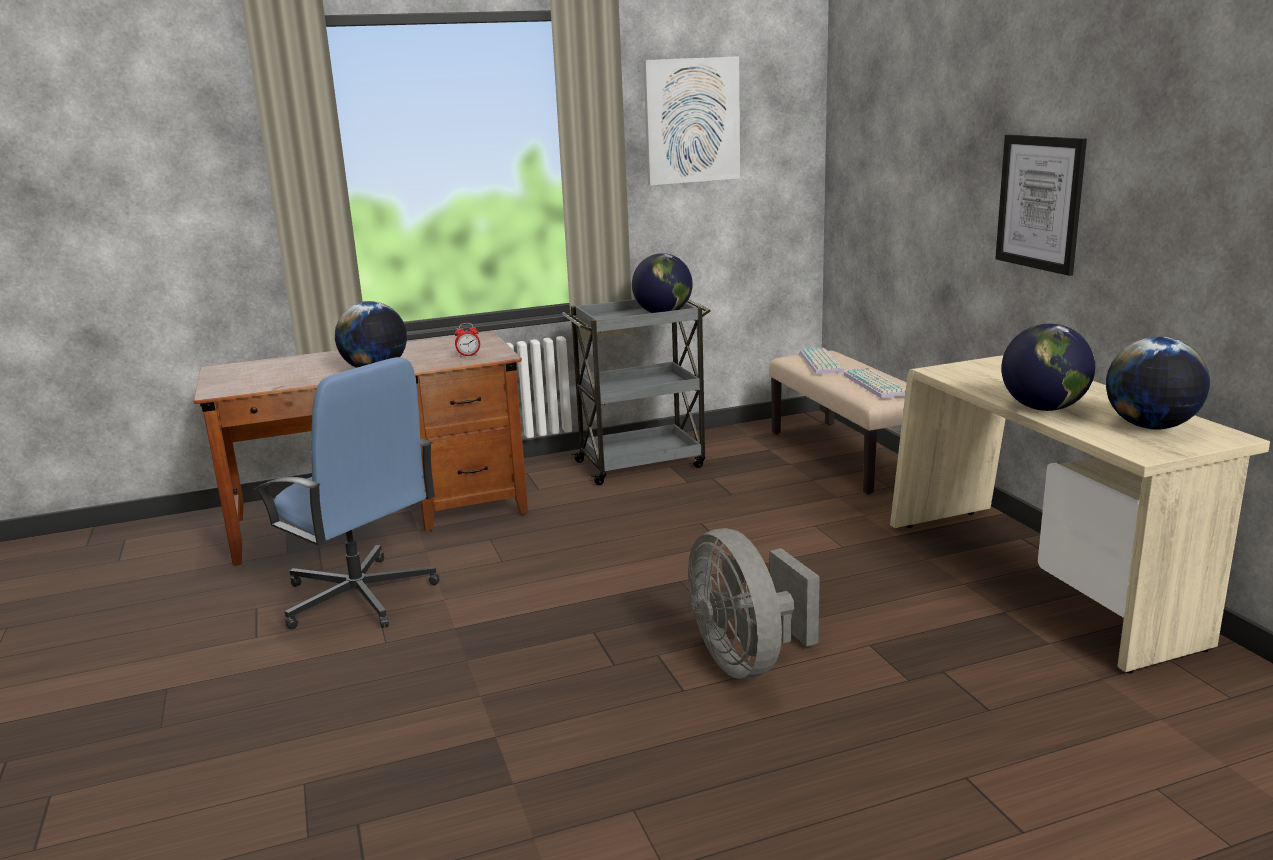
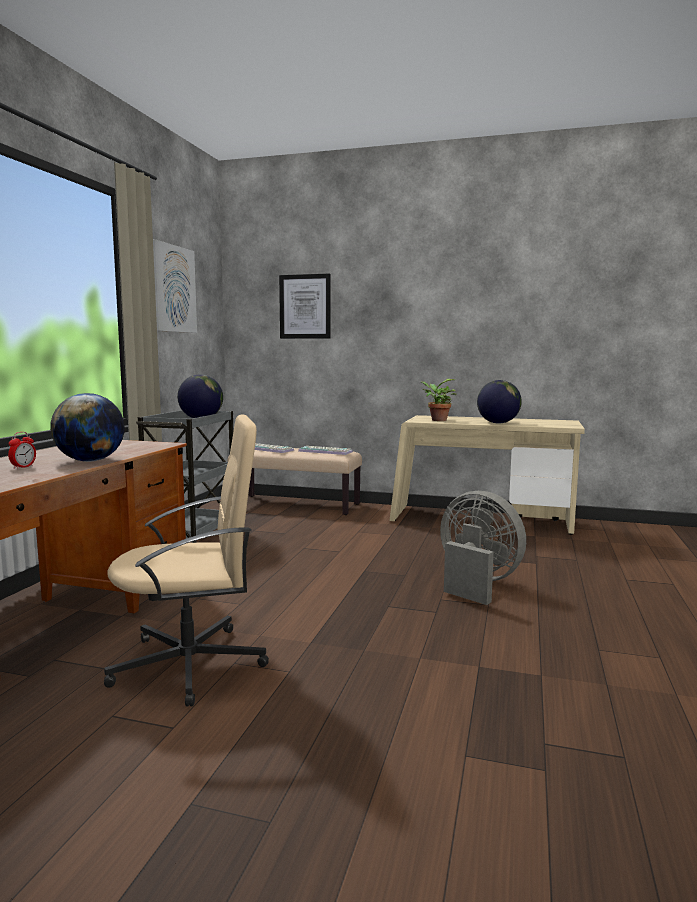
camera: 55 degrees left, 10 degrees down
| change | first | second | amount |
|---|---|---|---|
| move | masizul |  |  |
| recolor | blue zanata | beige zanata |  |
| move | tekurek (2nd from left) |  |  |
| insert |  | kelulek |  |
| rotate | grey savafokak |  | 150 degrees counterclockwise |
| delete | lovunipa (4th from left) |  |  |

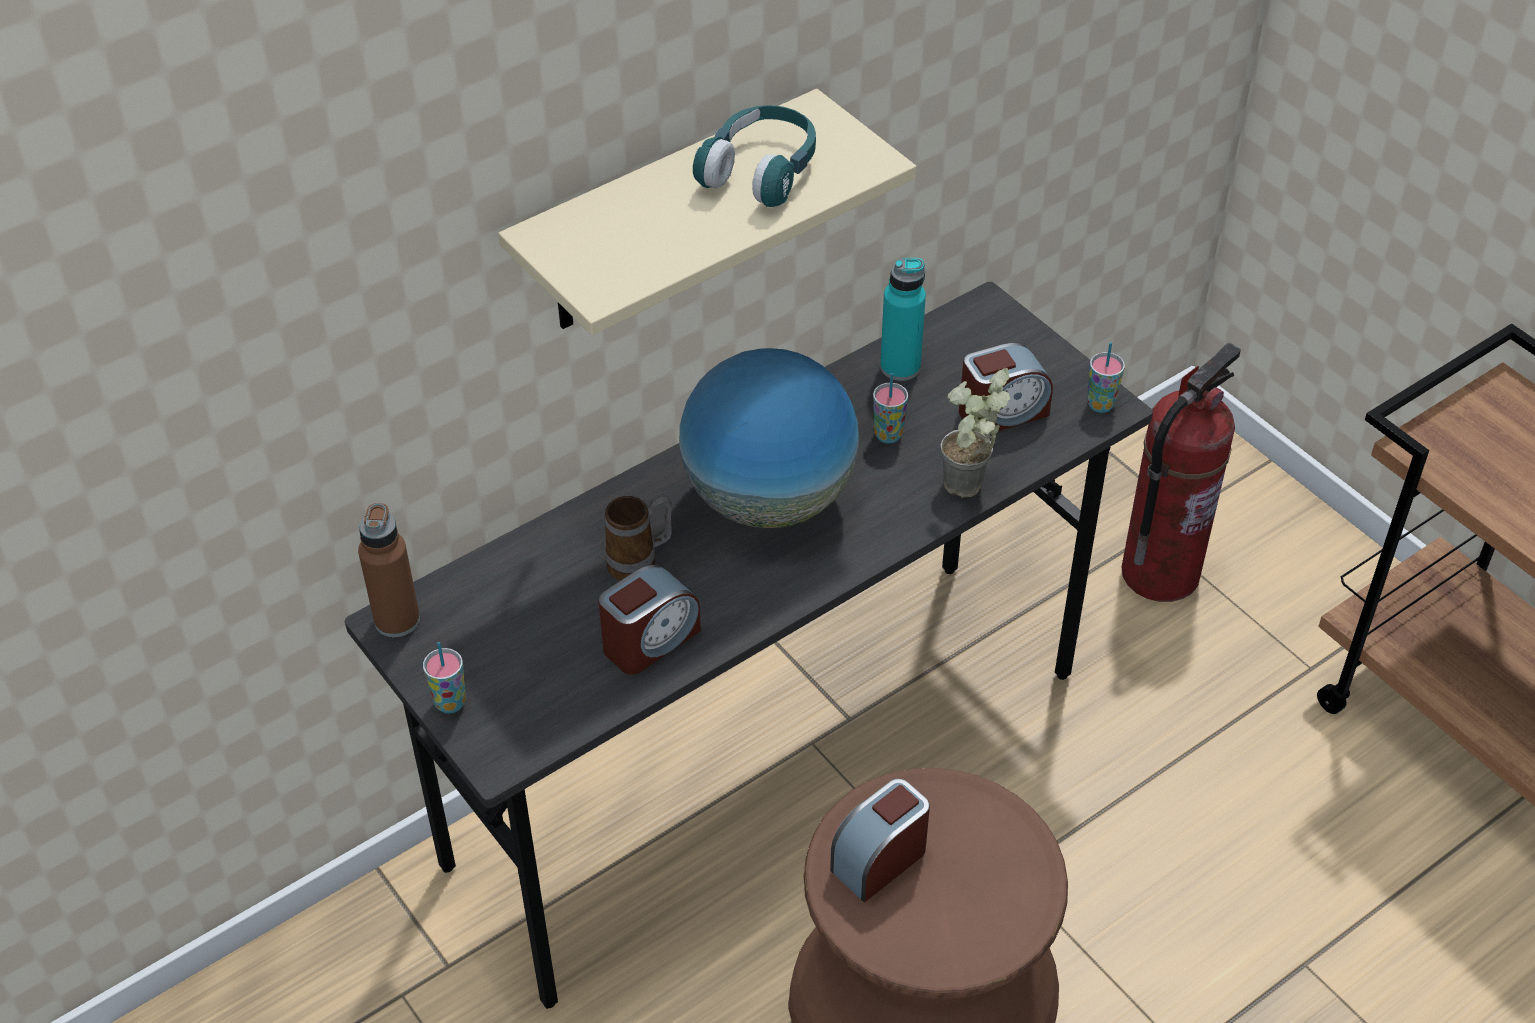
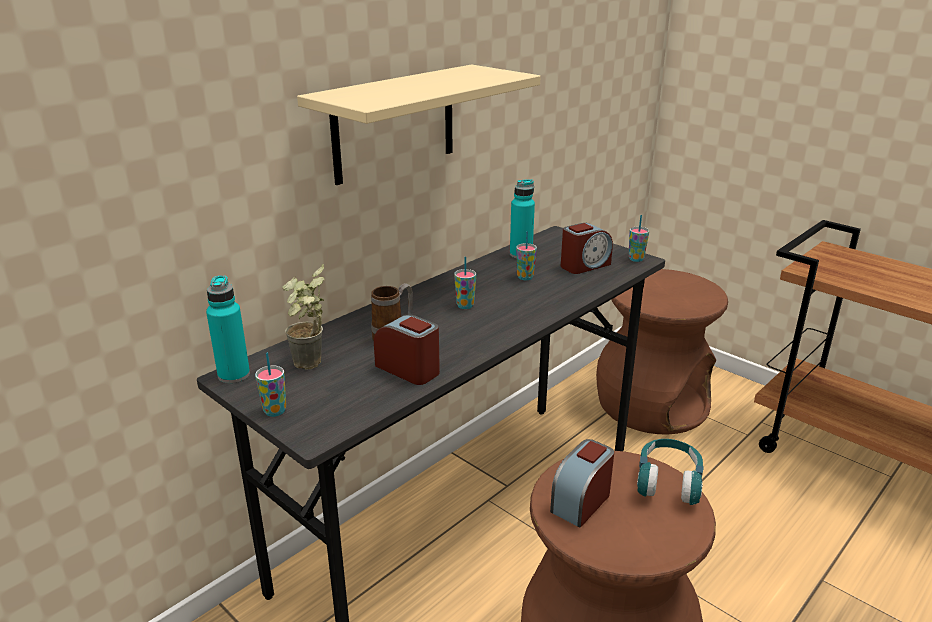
camera: 10 degrees left, 20 degrees down
| change | first | second | amount |
|---|---|---|---|
| recolor | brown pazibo | turquoise pazibo (1st from left) |  |
| move | kelulek |  |  |
| rotate | masizul (1st from left) |  | 90 degrees counterclockwise |
| replace | lovunipa | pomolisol (2nd from left) |  |
| replace | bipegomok | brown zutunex (2nd from left) |  |
| move | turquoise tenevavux |  |  |

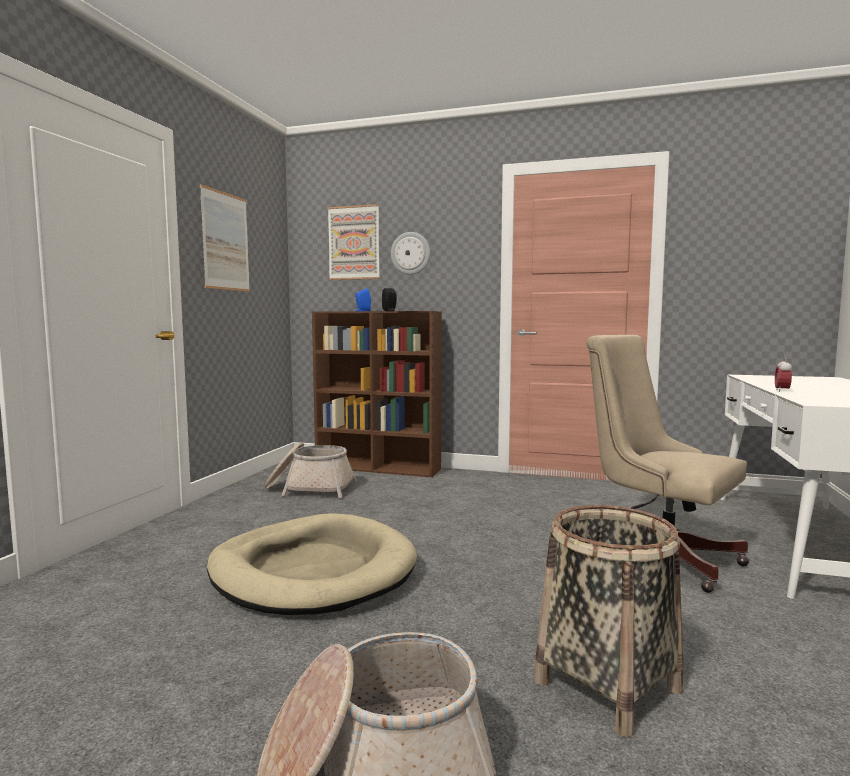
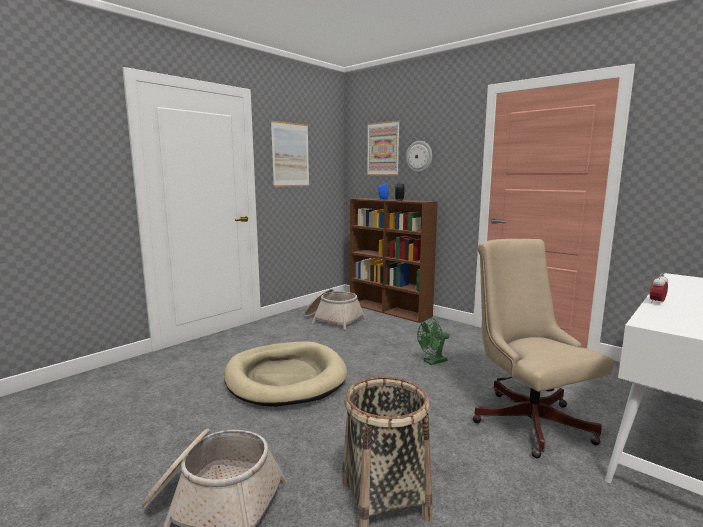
camera: 25 degrees right, 5 degrees up
| change | first | second | amount |
|---|---|---|---|
| insert |  | green savafokak |  |

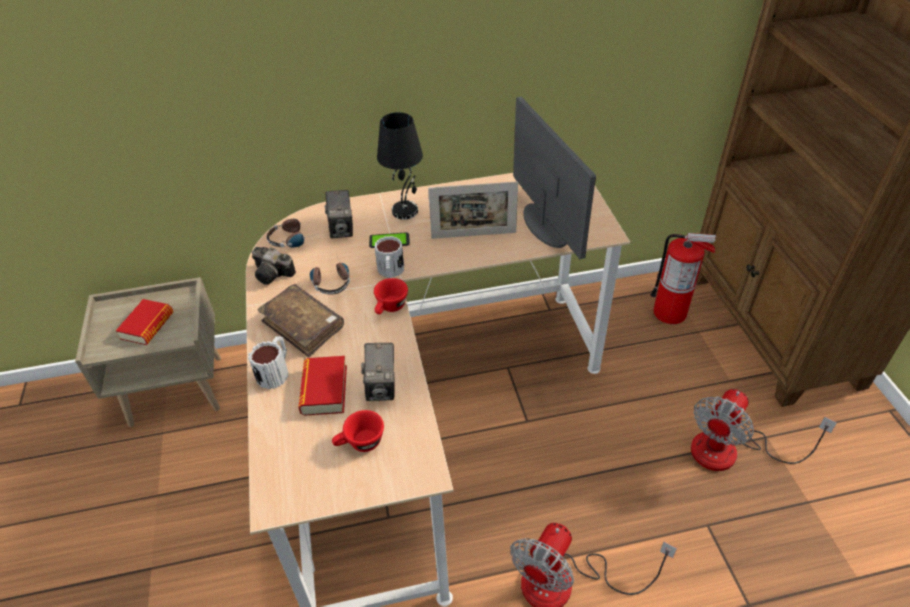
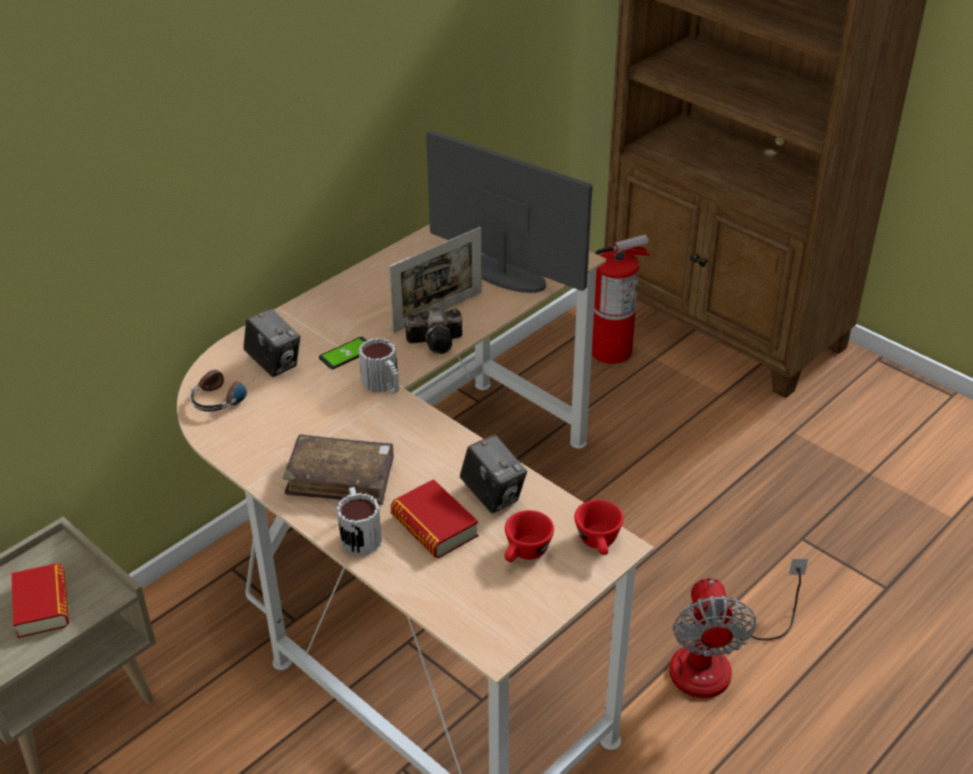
camera: 35 degrees left, 5 degrees down
| change | first | second | amount |
|---|---|---|---|
| move | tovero (1st from left in the first image) | tovero (2nd from left) |  |
| move | red pomolisol (2nd from left) |  |  |
| delete | tenevavux (2nd from left) |  |  |
| delete | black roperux |  |  |
| delete | savafokak (2nd from left) |  |  |

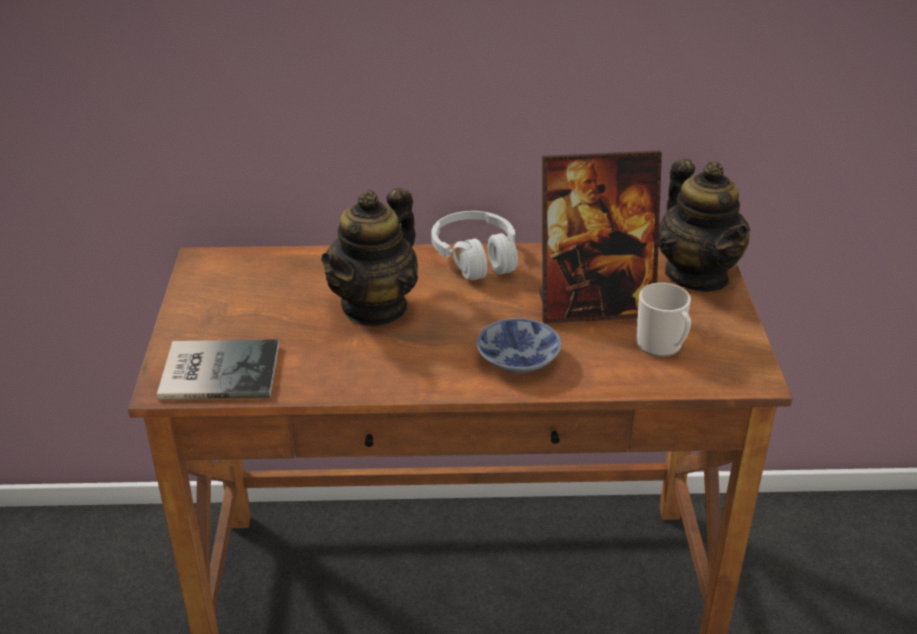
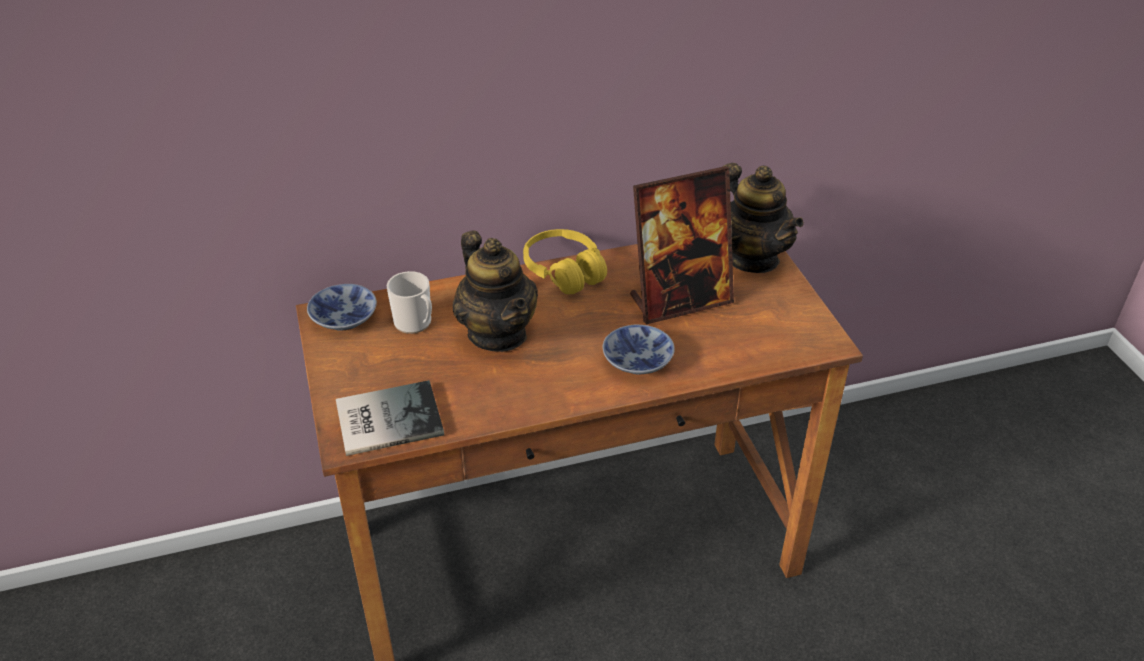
camera: 15 degrees left, 5 degrees up
| change | first | second | amount |
|---|---|---|---|
| insert |  | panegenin (1st from left) |  |
| move | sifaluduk |  |  |
| rotate | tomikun (1st from left) |  | 45 degrees counterclockwise |
| recolor | white tenevavux | yellow tenevavux |  |

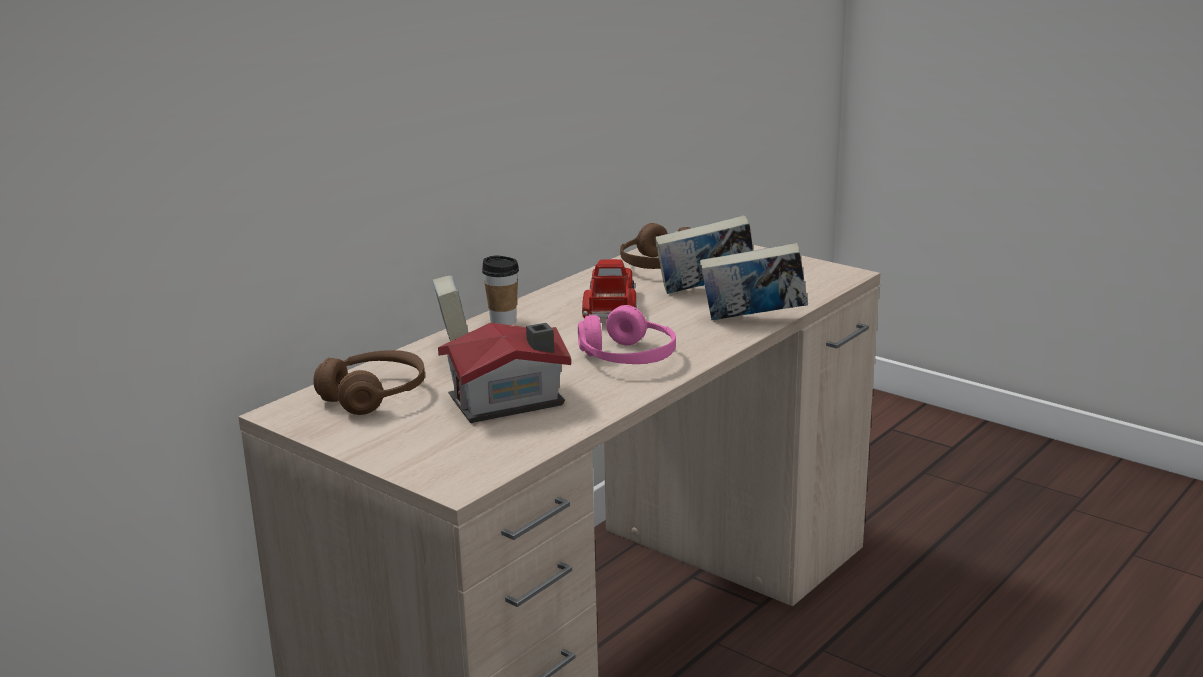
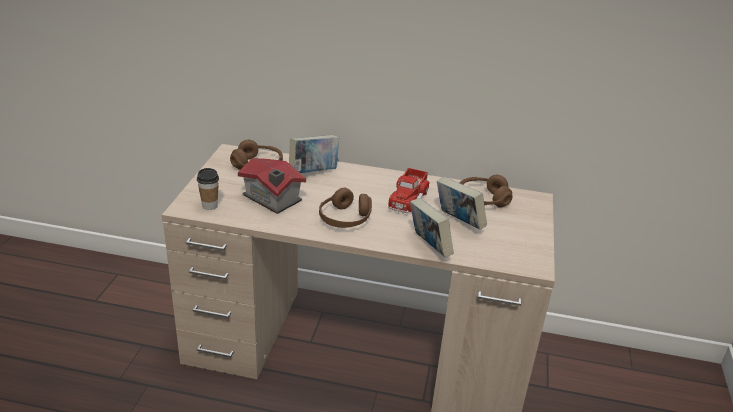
camera: 60 degrees right, 10 degrees up
| change | first | second | amount |
|---|---|---|---|
| move | pomolisol |  |  |
| recolor | pink tenevavux | brown tenevavux (2nd from left) |  |
| rotate | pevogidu |  | 135 degrees clockwise |

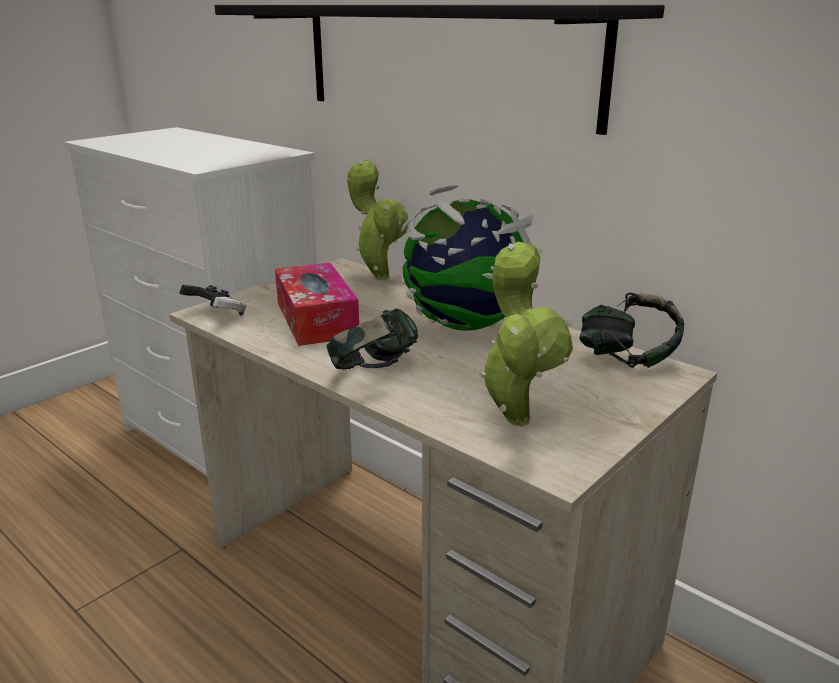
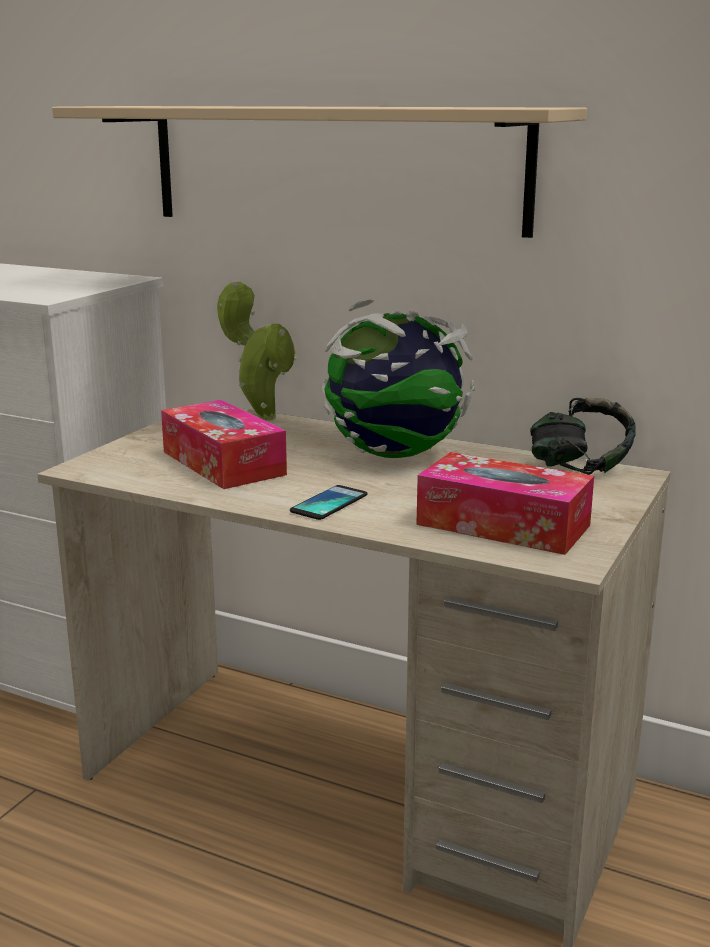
camera: 15 degrees left, 5 degrees down
| change | first | second | amount |
|---|---|---|---|
| recolor | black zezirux | beige zezirux |  |
| replace | tenevavux (1st from left) | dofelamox |  |
| replace | kelulek (2nd from left) | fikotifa (2nd from left) |  |
| delete | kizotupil |  |  |

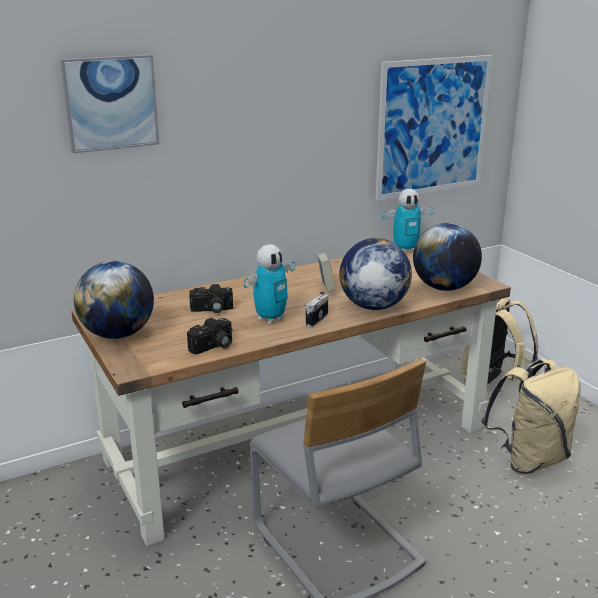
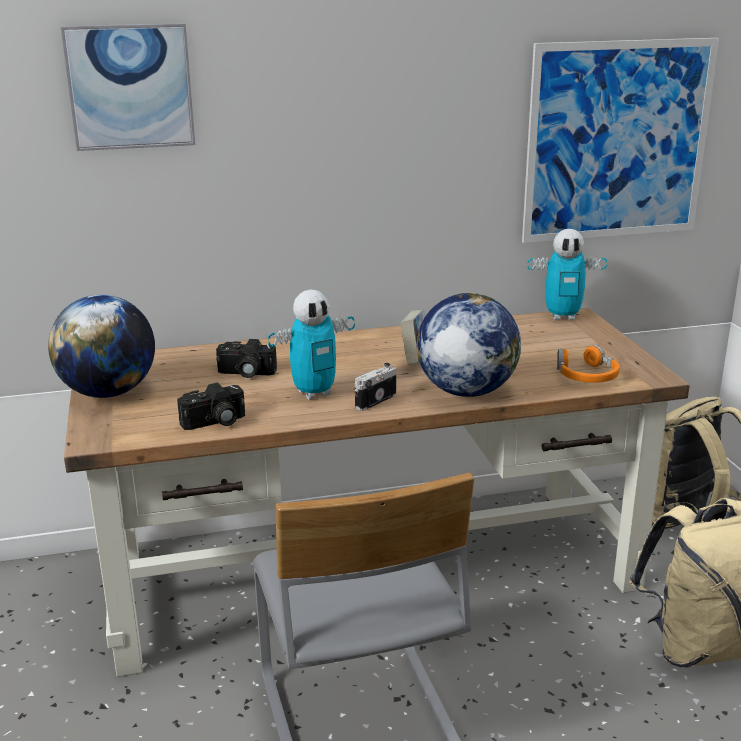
camera: 15 degrees right, 0 degrees up
| change | first | second | amount |
|---|---|---|---|
| replace | lovunipa (3rd from left) | orange tenevavux |  |

